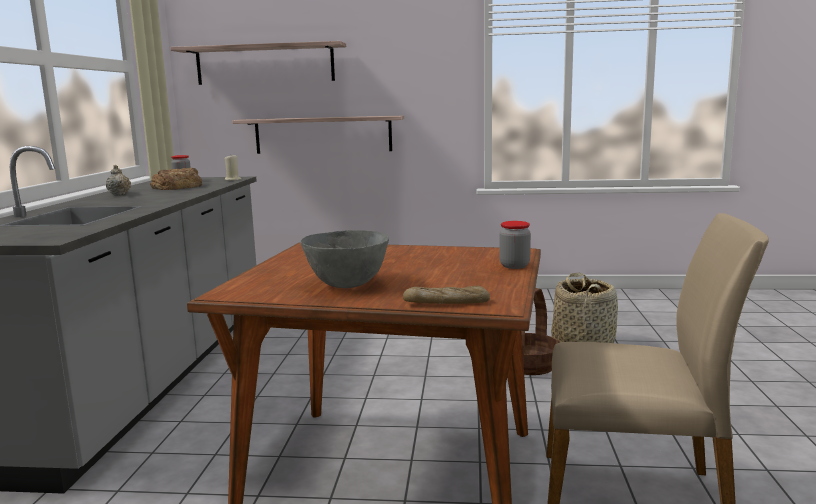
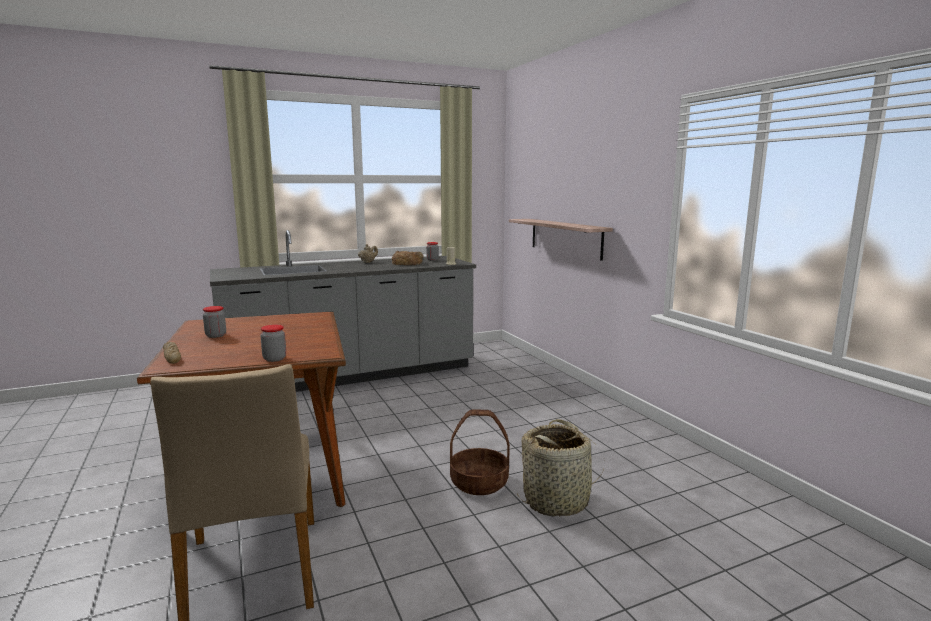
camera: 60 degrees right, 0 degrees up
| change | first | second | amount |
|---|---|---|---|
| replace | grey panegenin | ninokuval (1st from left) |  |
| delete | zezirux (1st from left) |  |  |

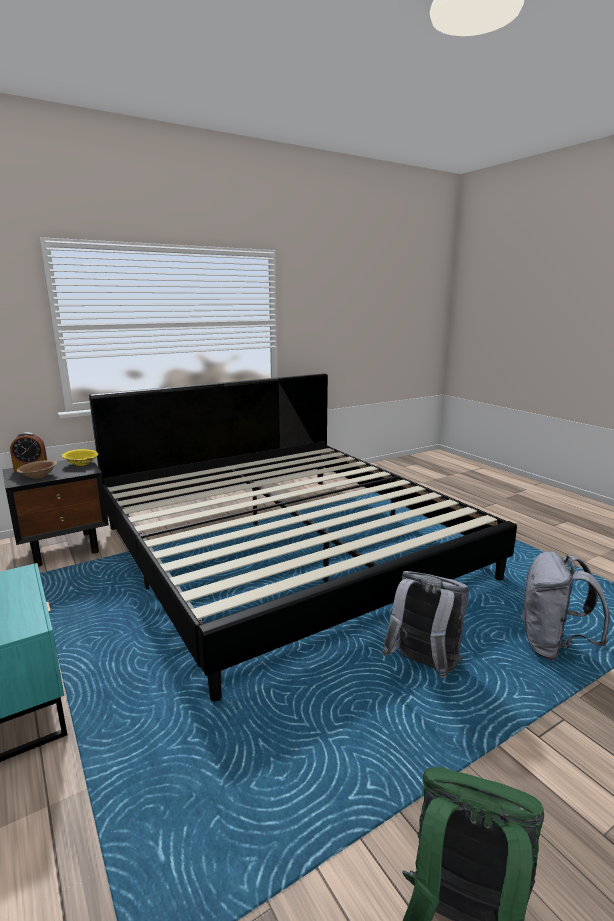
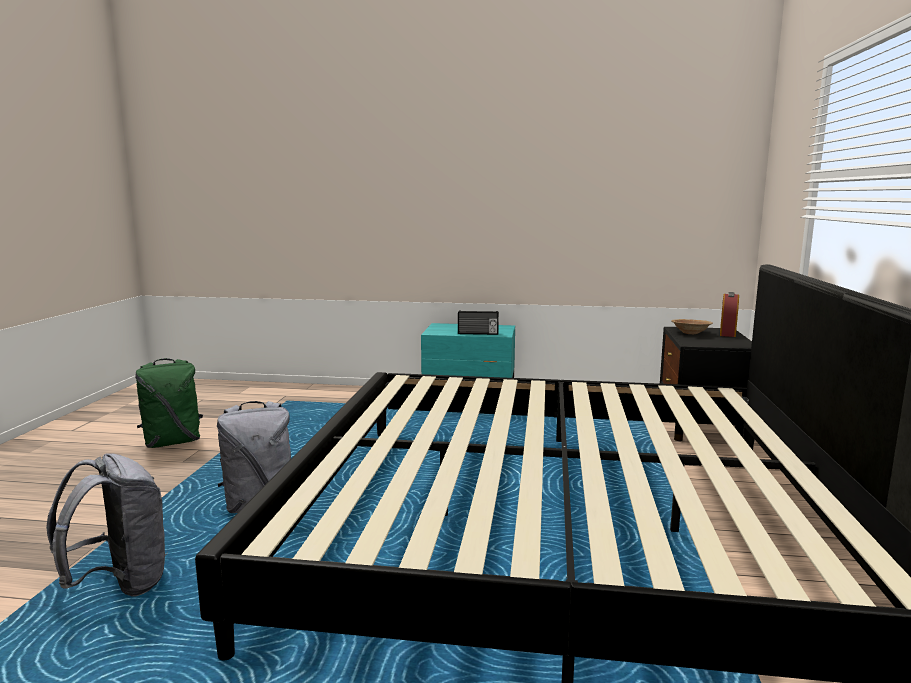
camera: 130 degrees right, 5 degrees down
| change | first | second | amount |
|---|---|---|---|
| insert |  | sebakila |  |
| delete | yellow panegenin |  |  |

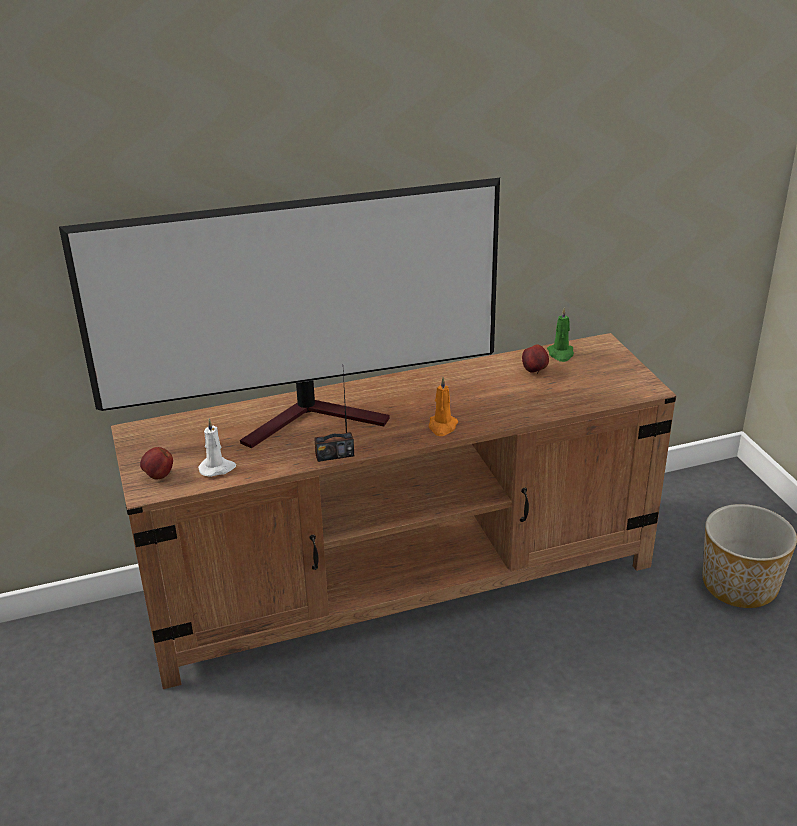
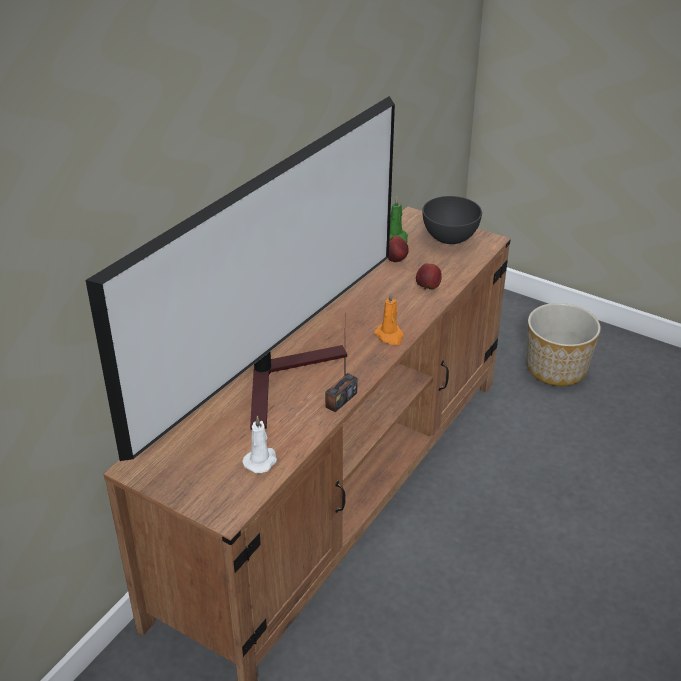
camera: 40 degrees left, 5 degrees up
| change | first | second | amount |
|---|---|---|---|
| move | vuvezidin (1st from left in the first image) | vuvezidin (2nd from left) |  |
| insert |  | grey panegenin |  |

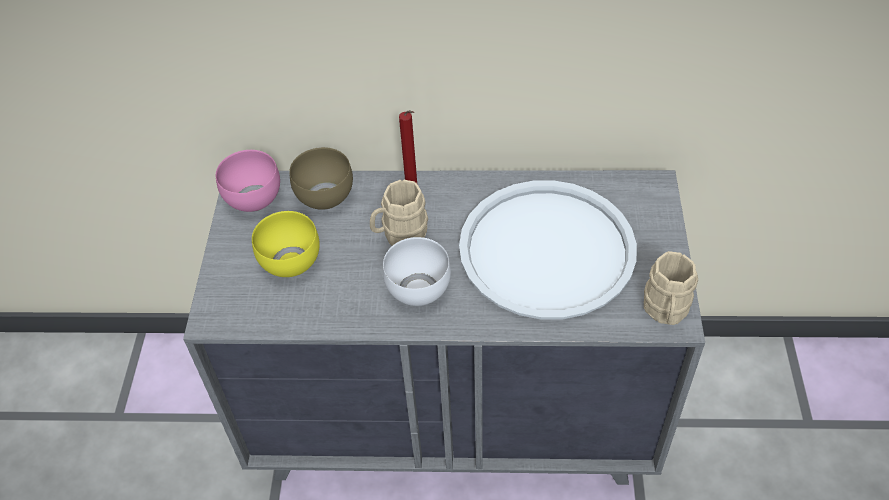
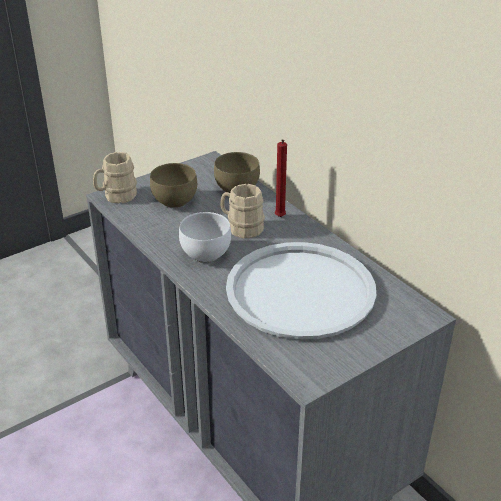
camera: 50 degrees right, 15 degrees down
| change | first | second | amount |
|---|---|---|---|
| move | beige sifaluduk (2nd from left in the first image) | beige sifaluduk (1st from left) |  |
| recolor | yellow panegenin | brown panegenin (1st from left) |  |
| delete | pink panegenin |  |  |

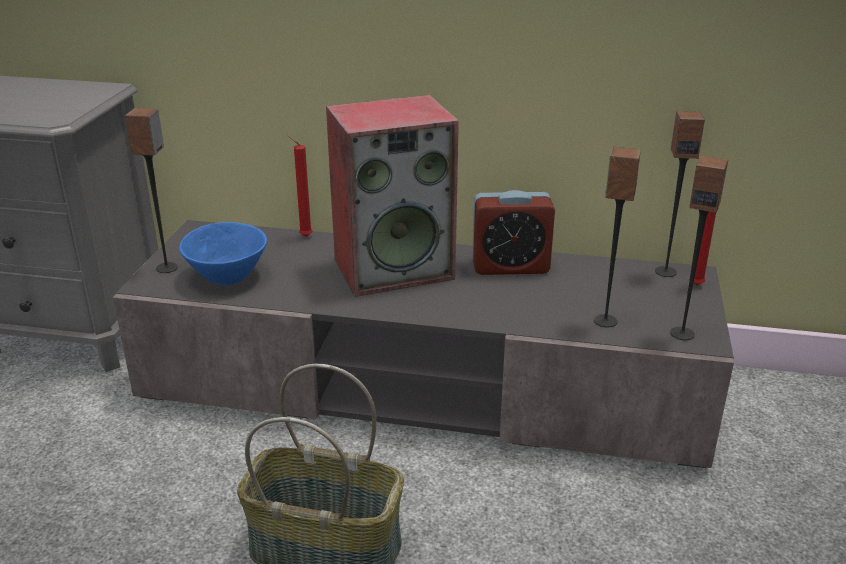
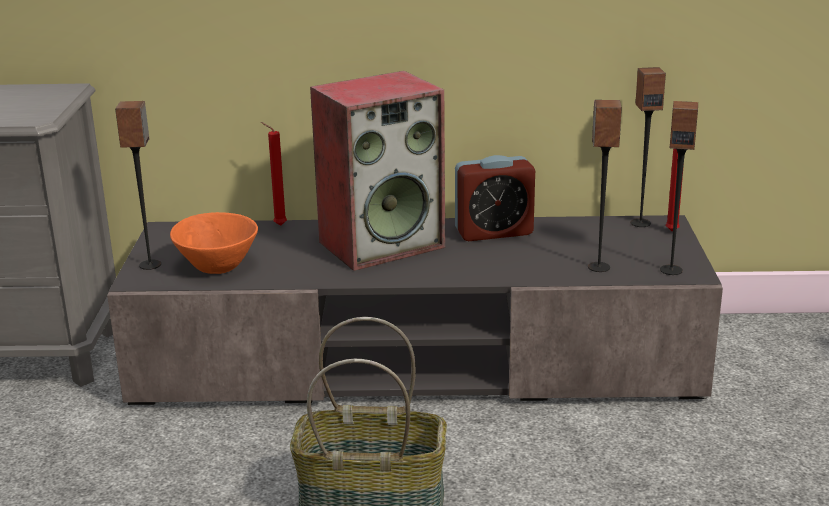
camera: 10 degrees left, 5 degrees down
| change | first | second | amount |
|---|---|---|---|
| recolor | blue panegenin | orange panegenin |  |

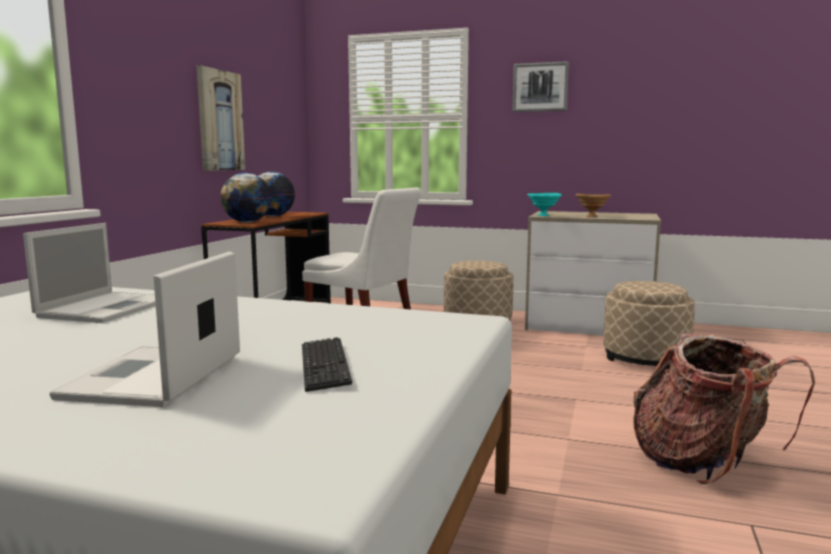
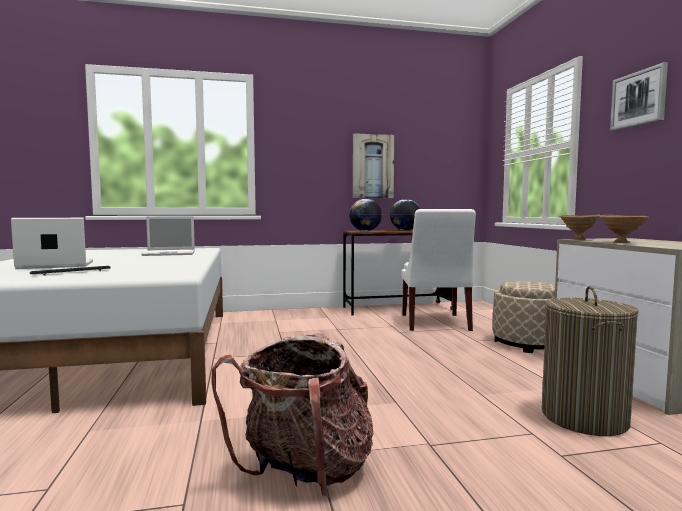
camera: 60 degrees right, 5 degrees down
| change | first | second | amount |
|---|---|---|---|
| replace | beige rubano (2nd from left) | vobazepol |  |
| recolor | turquoise panegenin | brown panegenin (1st from left) |  |

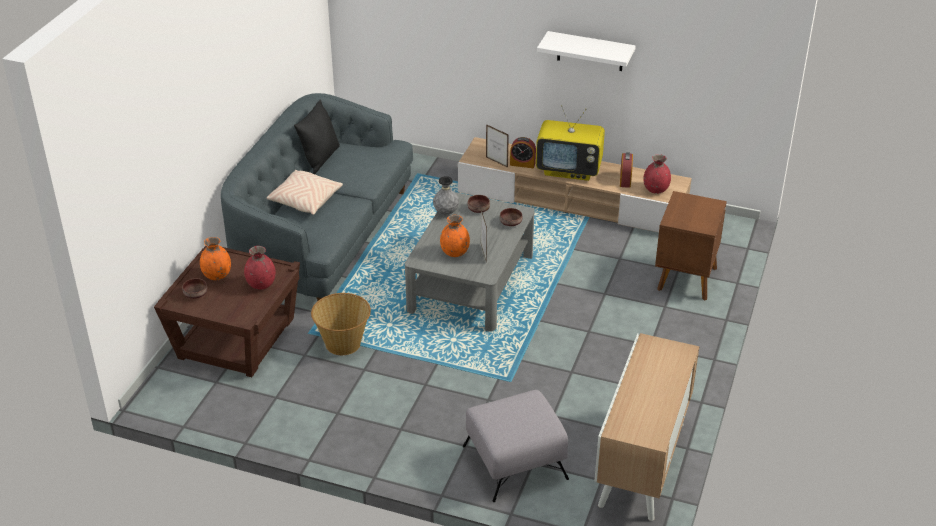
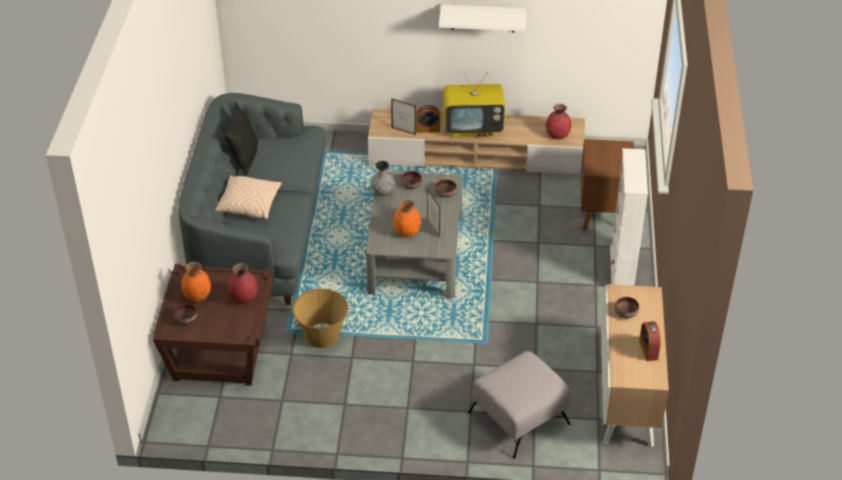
camera: 15 degrees left, 5 degrees up
| change | first | second | amount |
|---|---|---|---|
| insert |  | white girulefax |  |
| insert |  | brown panegenin (4th from left) |  |
| move | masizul (2nd from left) |  |  |

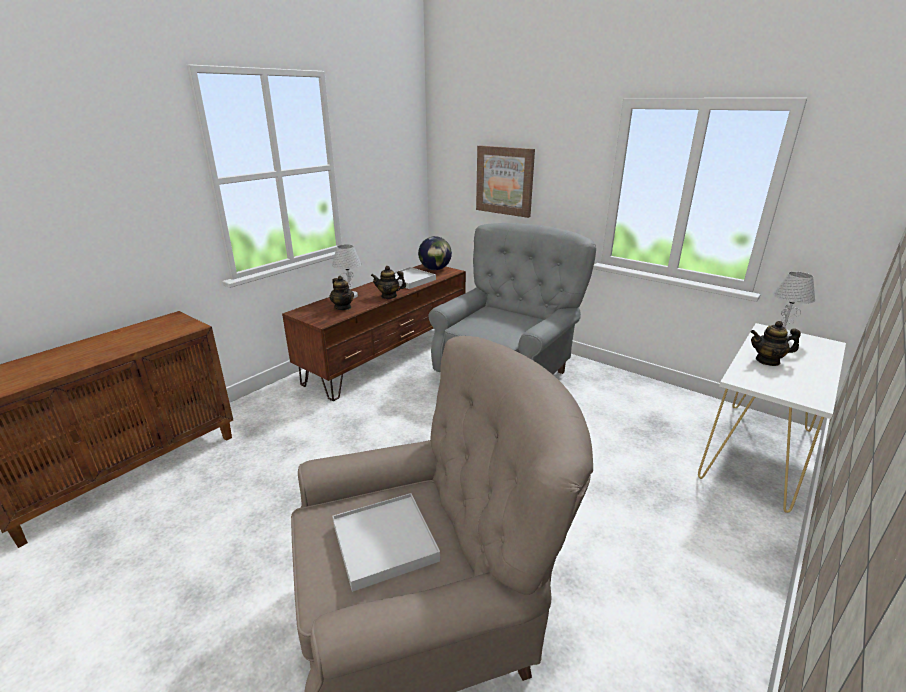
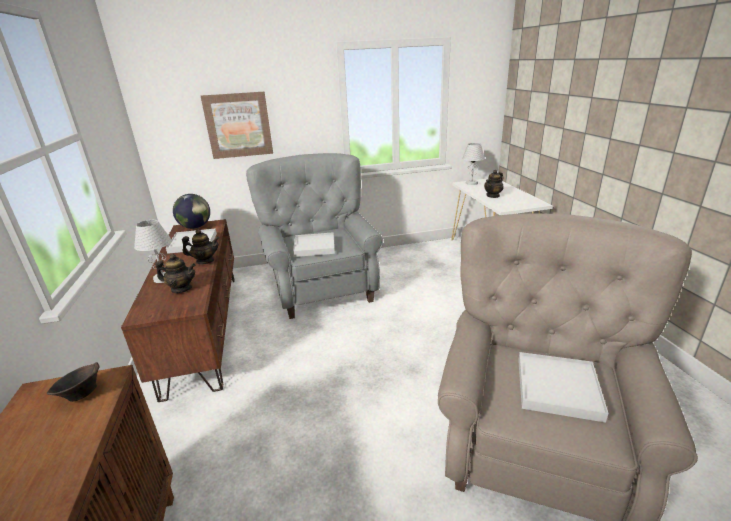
camera: 50 degrees left, 0 degrees up
| change | first | second | amount |
|---|---|---|---|
| insert |  | brown panegenin |  |
| rotate | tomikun (2nd from left) |  | 135 degrees counterclockwise |
| insert |  | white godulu (2nd from left) |  |

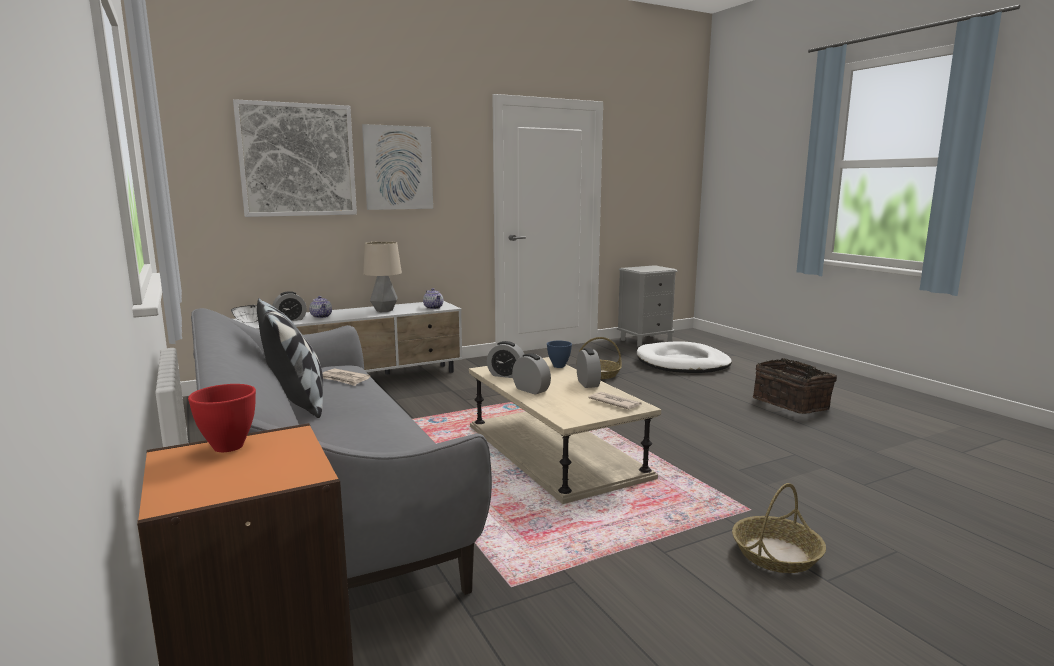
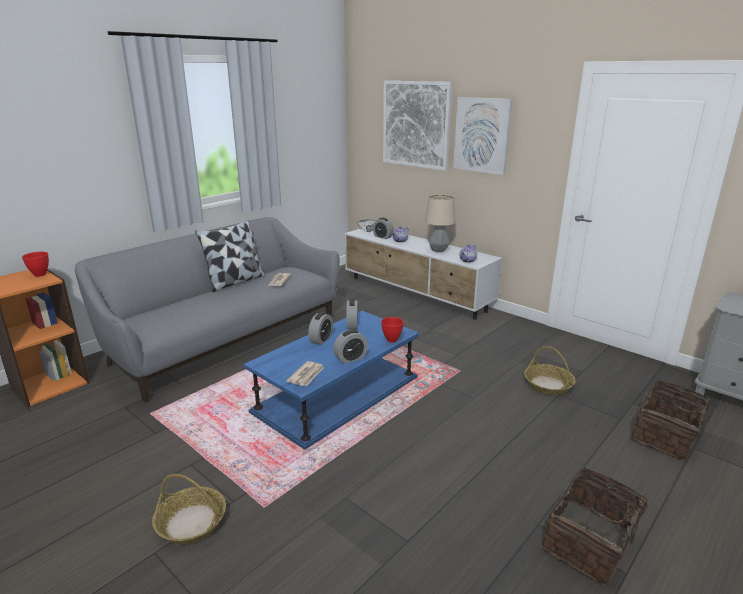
camera: 70 degrees right, 10 degrees up
| change | first | second | amount |
|---|---|---|---|
| recolor | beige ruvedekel | blue ruvedekel |  |
| recolor | blue panegenin | red panegenin (2nd from left) |  |
| replace | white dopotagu | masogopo (4th from left) |  |

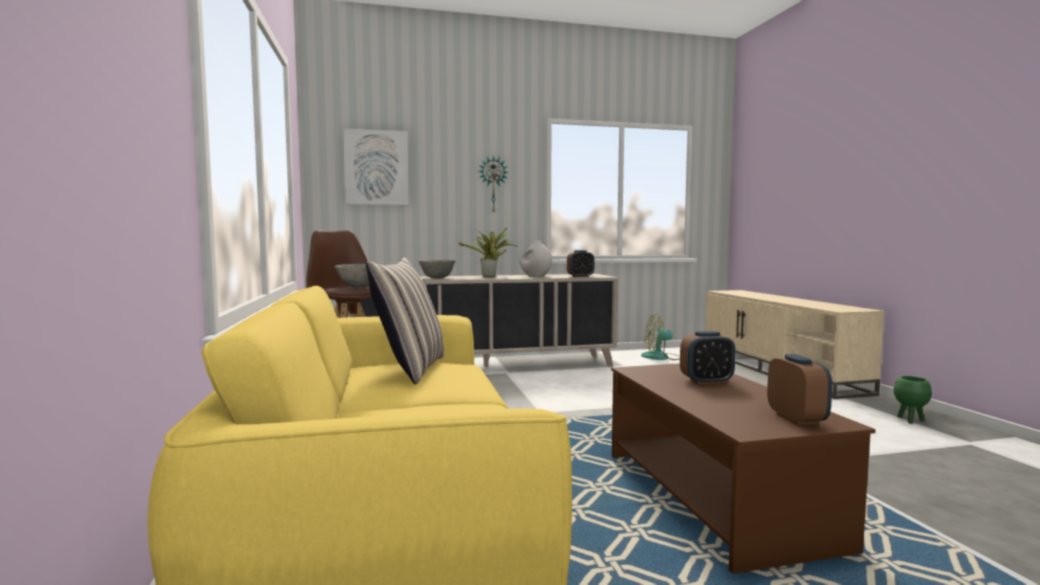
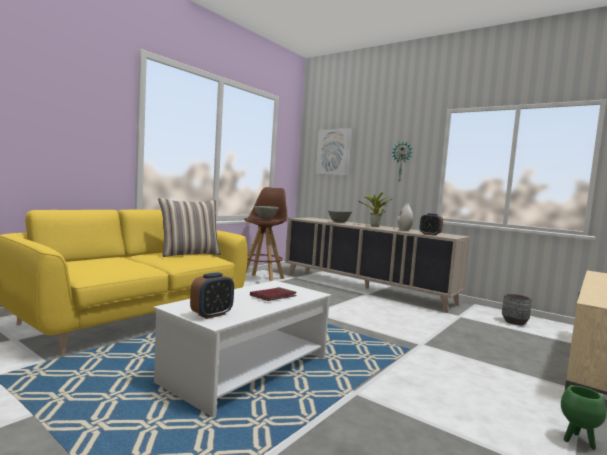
camera: 50 degrees right, 0 degrees up
| change | first | second | amount |
|---|---|---|---|
| recolor | brown ruvedekel | white ruvedekel |  |
| replace | masizul (2nd from left) | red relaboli |  |
| replace | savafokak | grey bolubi |  |

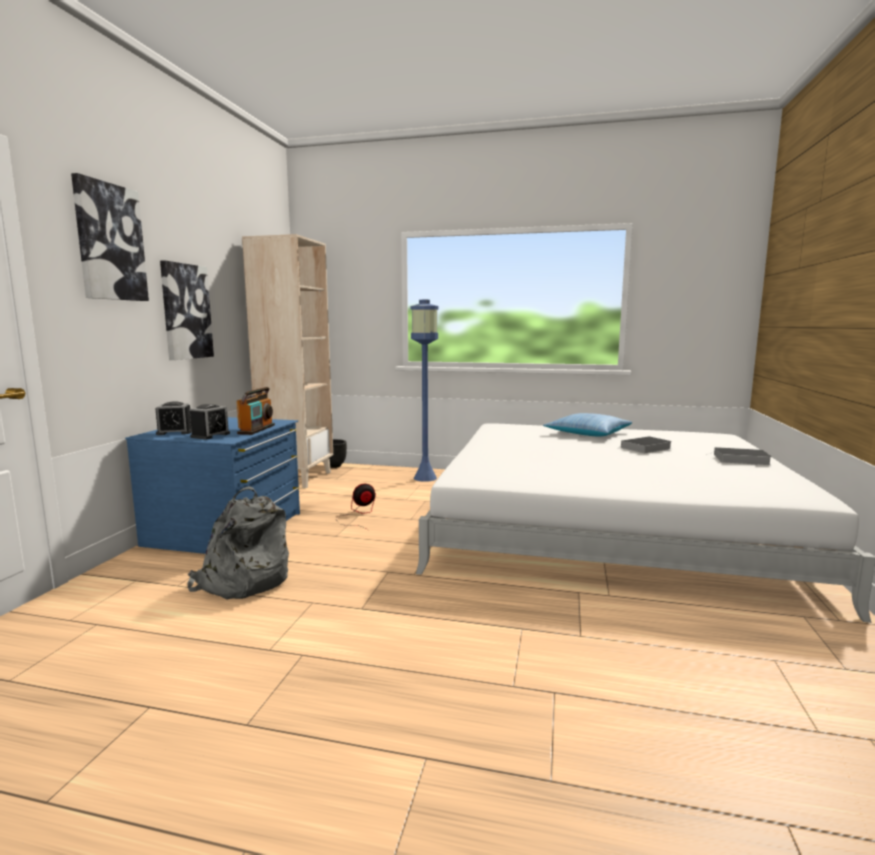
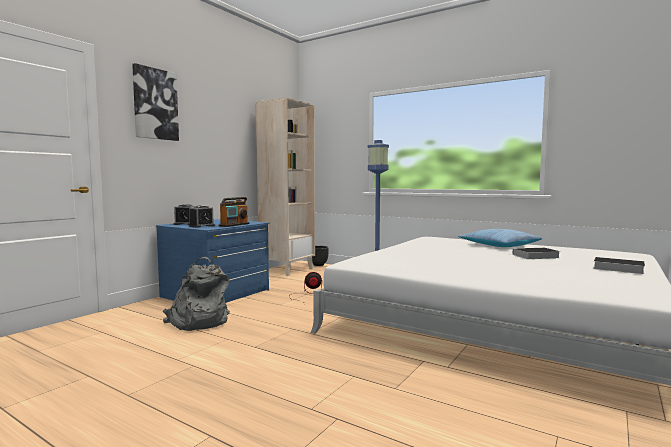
camera: 20 degrees right, 5 degrees down
| change | first | second | amount |
|---|---|---|---|
| delete | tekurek (2nd from left) |  |  |

